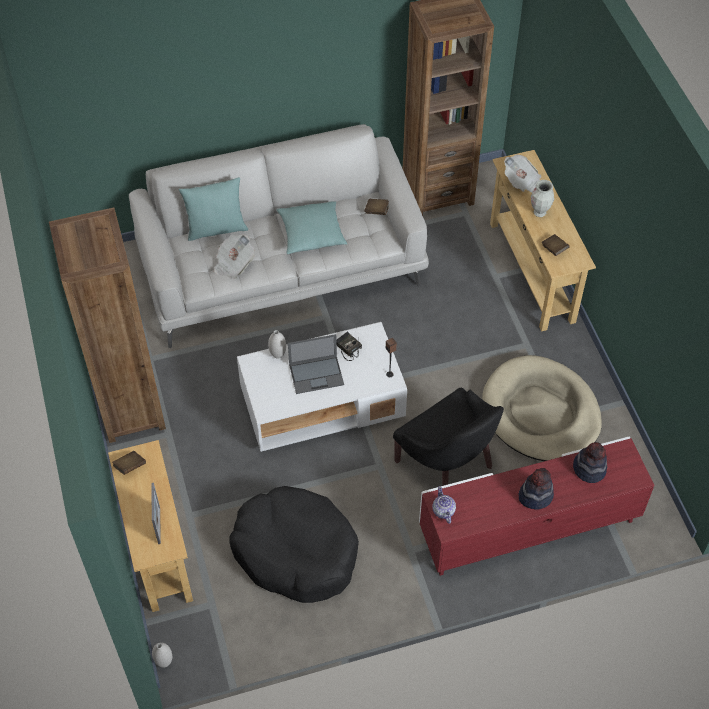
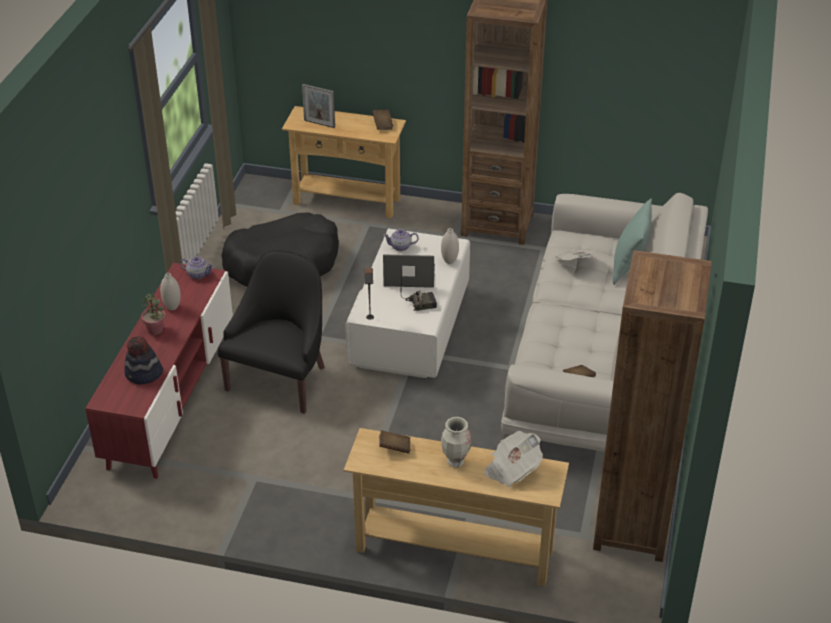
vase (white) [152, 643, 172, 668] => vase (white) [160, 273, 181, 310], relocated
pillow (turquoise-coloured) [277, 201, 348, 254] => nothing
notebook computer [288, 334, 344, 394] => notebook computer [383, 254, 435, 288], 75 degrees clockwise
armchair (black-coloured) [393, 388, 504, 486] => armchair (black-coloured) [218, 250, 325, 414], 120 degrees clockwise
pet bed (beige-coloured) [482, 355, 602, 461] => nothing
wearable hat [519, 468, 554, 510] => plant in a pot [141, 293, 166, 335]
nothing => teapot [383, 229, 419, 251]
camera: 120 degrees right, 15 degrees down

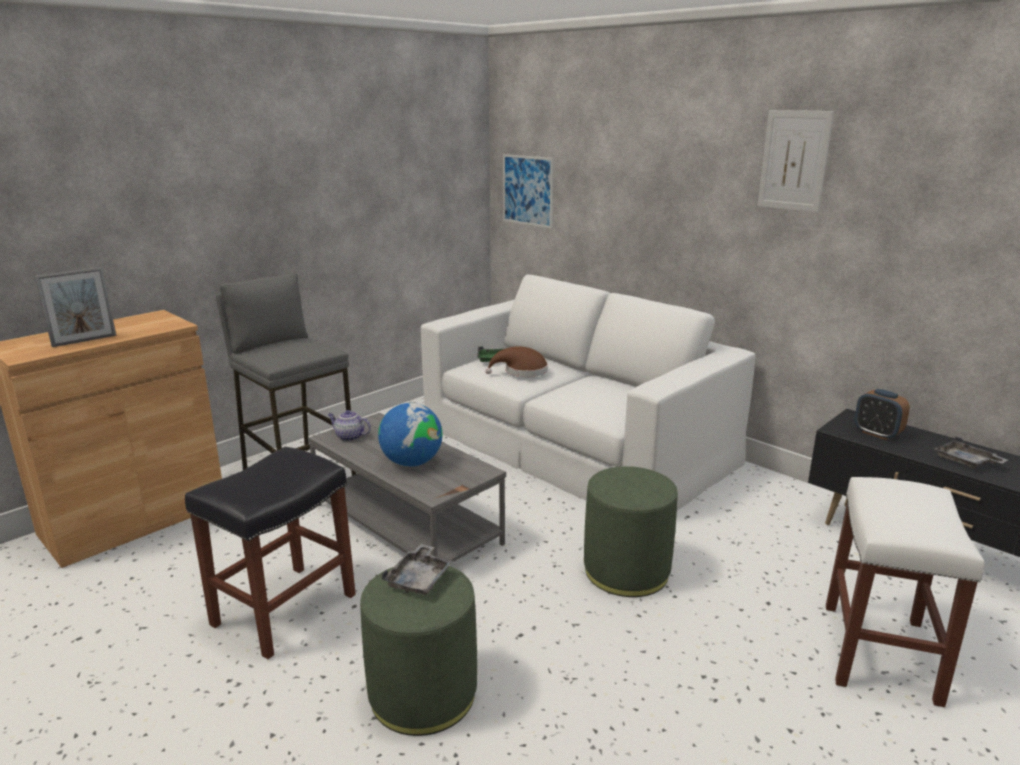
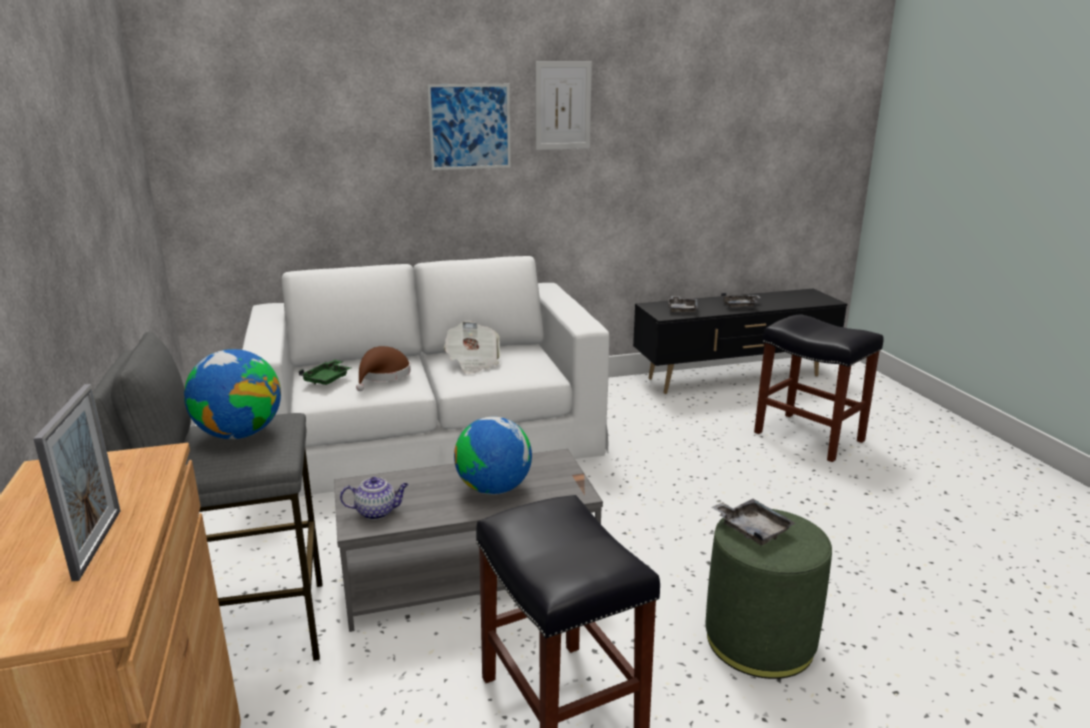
teapot [327, 410, 371, 441] => teapot [340, 477, 409, 520], 150 degrees counterclockwise
picture [503, 154, 554, 228] => picture [427, 84, 511, 170], relocated
ottoman (greenish) [584, 466, 678, 597] => nothing
sitting stool (white) [826, 477, 985, 707] => sitting stool (black-coloured) [754, 314, 883, 462]
bedside clock [855, 389, 910, 440] => tray (greyish) [668, 296, 698, 313]
nothing => desk globe [184, 349, 281, 439]
nothing => printed paper [444, 321, 500, 374]
camera: 60 degrees left, 0 degrees up

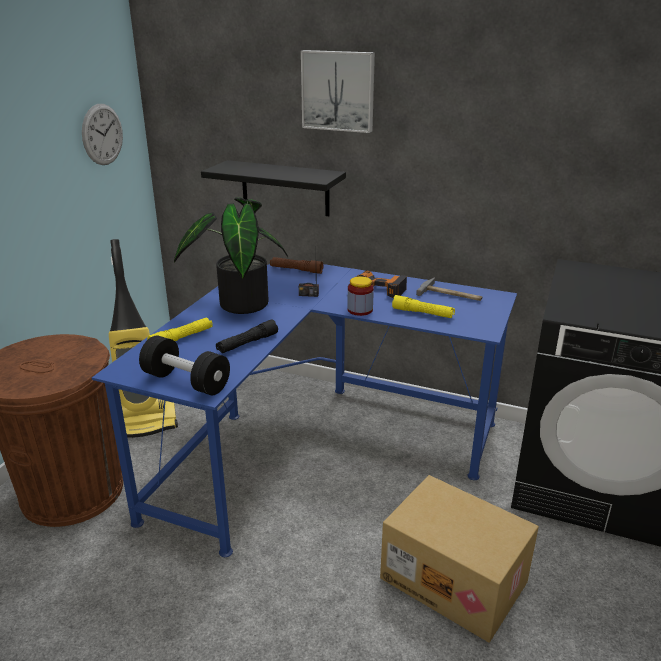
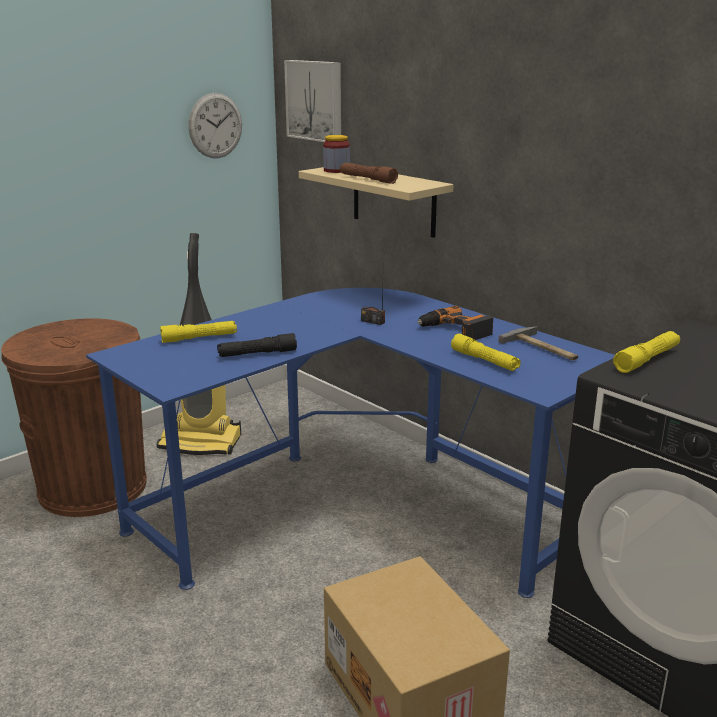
dumbbell (black-coloured) [139, 336, 230, 395] => nothing
plant in a pot [174, 197, 288, 314] => nothing
wall shelf (black-coloured) [201, 160, 346, 216] => wall shelf (beige-coloured) [299, 167, 454, 238]
flashlight (brownish) [270, 257, 324, 274] => flashlight (brownish) [340, 163, 398, 184], relocated
picture [301, 50, 375, 133] => picture [284, 60, 341, 142], relocated
preserve jar [347, 276, 374, 316] => preserve jar [323, 135, 350, 173], relocated
nothing => flashlight (yellow-coloured) [613, 331, 680, 373]
camera: 25 degrees right, 5 degrees down

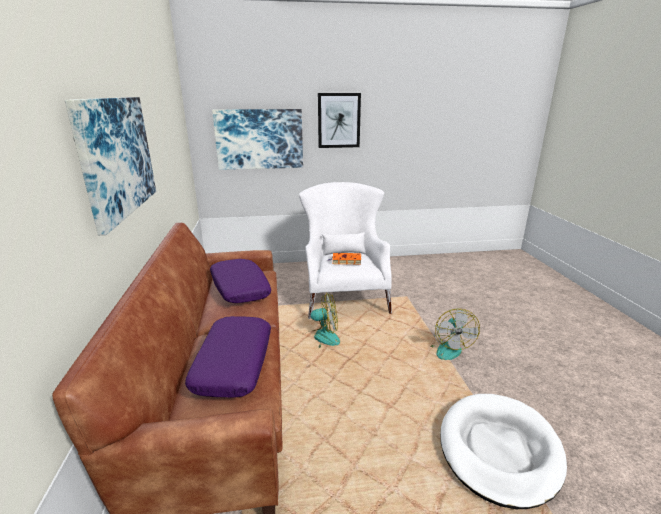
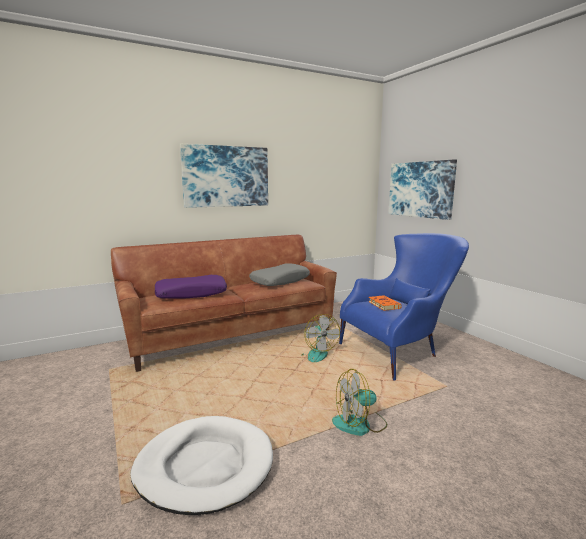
pillow (purple-coloured) [210, 259, 271, 303] => pillow (greyish) [249, 263, 310, 286]
armchair (white) [299, 182, 392, 319] => armchair (bluish) [339, 233, 469, 381]
picture [318, 93, 361, 148] => nothing
camera: 70 degrees right, 10 degrees down

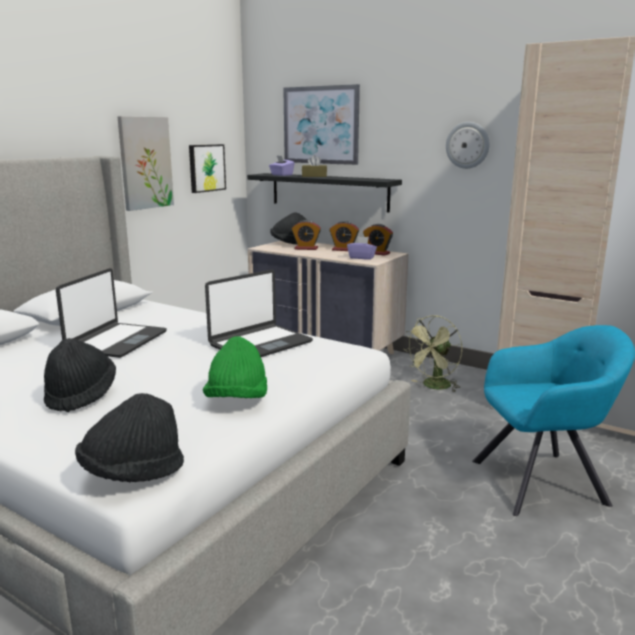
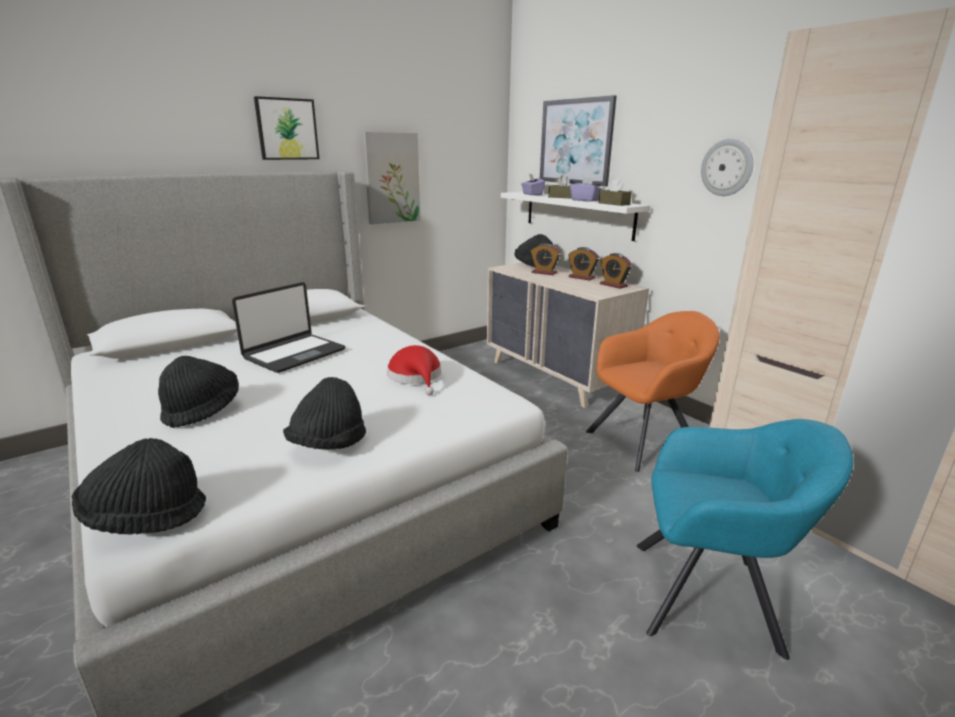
picture [189, 144, 226, 193] => picture [254, 96, 319, 160], relocated
wearable hat (greenish) [203, 336, 267, 398] => wearable hat (black-coloured) [283, 377, 366, 450]
notebook computer [205, 270, 313, 357] => wearable hat (red) [387, 345, 441, 395]
wall shelf (black-coloured) [247, 173, 402, 212] => wall shelf (white) [501, 192, 650, 241]
tissue holder (purple-coloured) [347, 236, 377, 260] => tissue holder (purple-coloured) [570, 177, 602, 202], relocated
cooling fan (greenish) [405, 315, 462, 392] => armchair (orange-coloured) [586, 311, 720, 472]
nothing => tissue holder (brownish) [599, 178, 632, 206]
camera: 20 degrees right, 5 degrees up

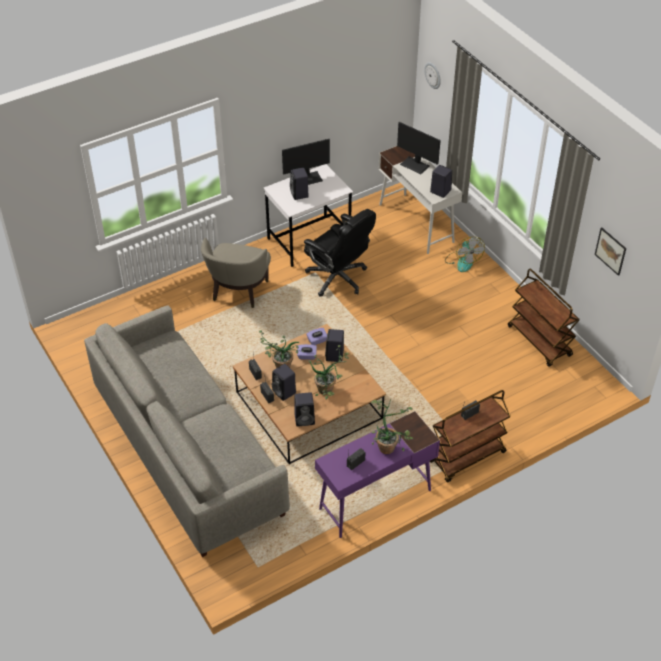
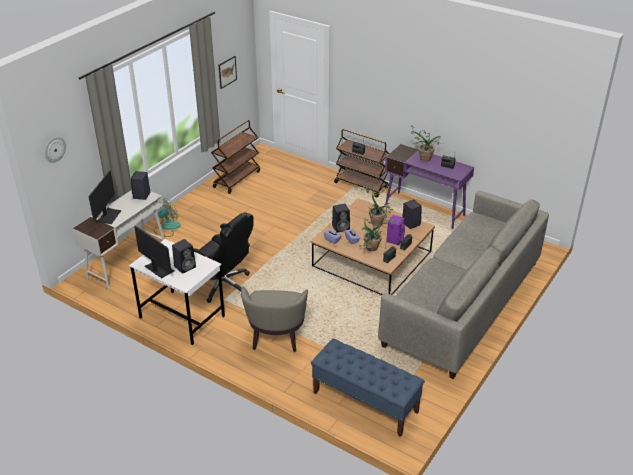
armchair (beige-coloured) [201, 238, 271, 308] => armchair (beige-coloured) [241, 286, 308, 352], 105 degrees clockwise
speaker (black-coloured) [272, 364, 296, 401] => speaker (purple-coloured) [386, 215, 405, 245]
computer chair (black-coloured) [304, 209, 376, 296] => computer chair (black-coloured) [193, 212, 254, 303], 105 degrees clockwise
nothing => long seat (bluish) [311, 338, 425, 437]
camera: 115 degrees left, 10 degrees down

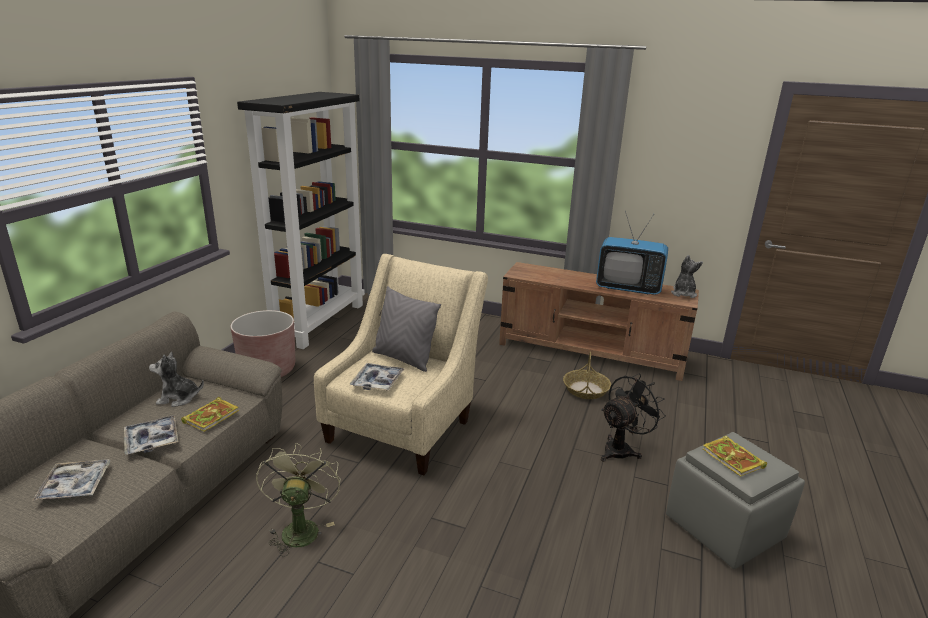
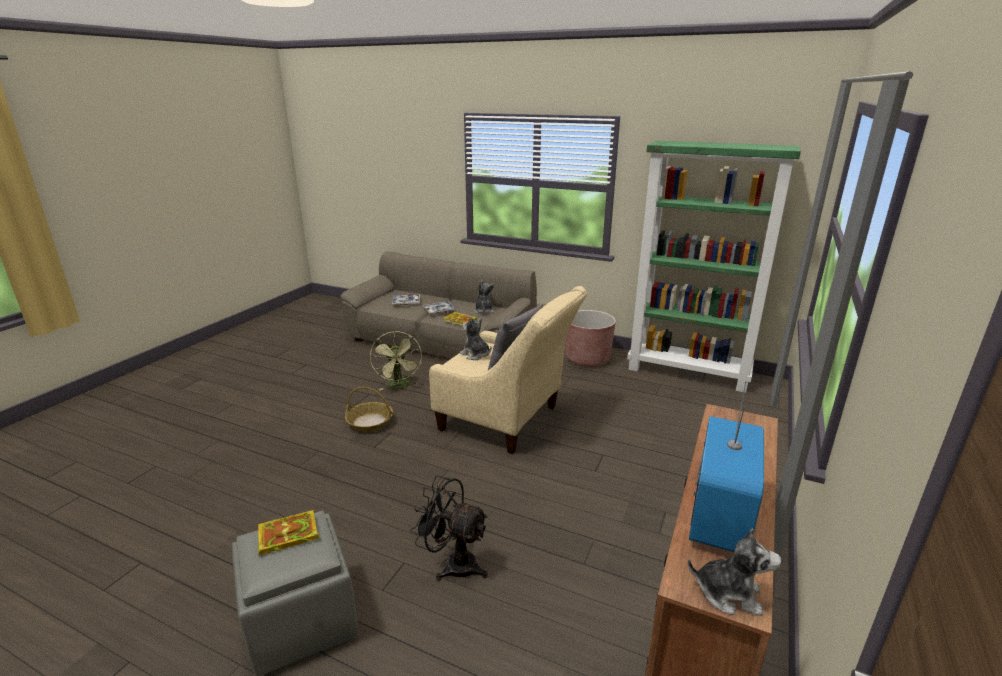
bookshelf (black-coloured) [237, 92, 365, 349] => bookshelf (greenish) [627, 141, 801, 393]
cooling fan (greenish) [256, 443, 340, 556] => cooling fan (greenish) [370, 331, 422, 390], 75 degrees clockwise
tray [350, 363, 404, 391] => cuddly toy [460, 317, 492, 360]
storage basket [563, 352, 611, 399] => storage basket [345, 387, 393, 432], relocated
cooling fan (black-coloured) [601, 374, 666, 462] => cooling fan (black-coloured) [410, 476, 488, 581], 150 degrees clockwise
camera: 95 degrees right, 0 degrees up

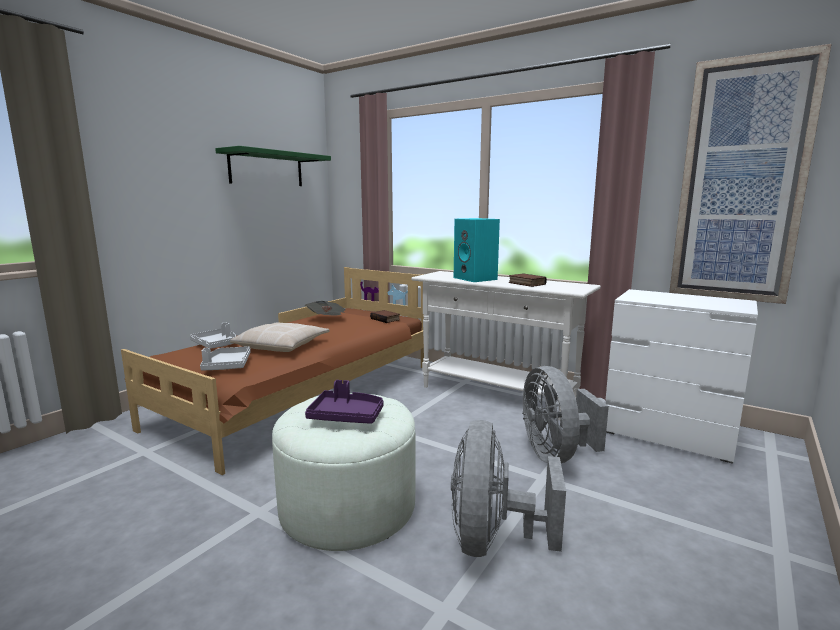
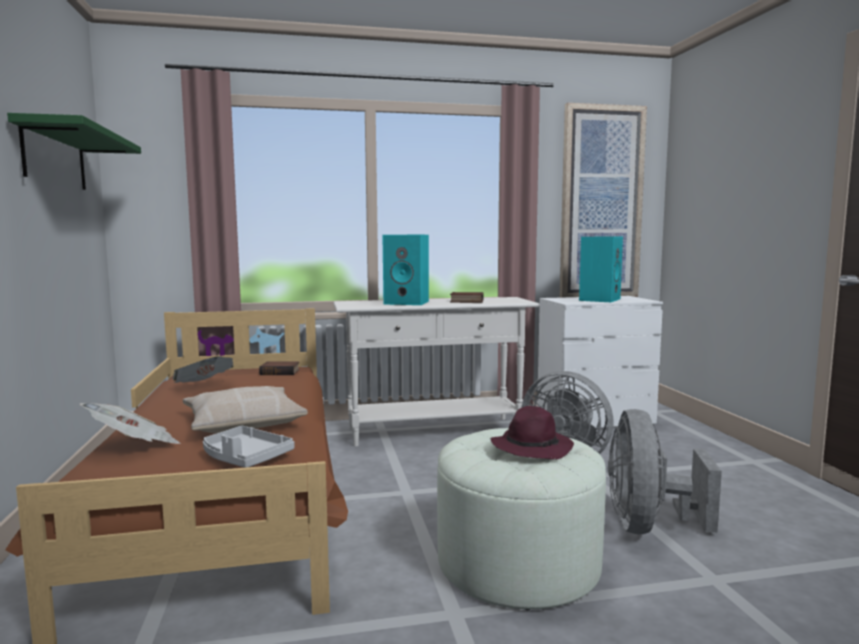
tray (greyish) [190, 322, 236, 349] => printed paper [79, 403, 181, 444]
tray (purple-coloured) [305, 380, 384, 424] => wearable hat (purple-coloured) [491, 406, 574, 460]
cooling fan (greyish) [451, 420, 566, 557] => cooling fan (greyish) [608, 409, 722, 534], 45 degrees clockwise
nothing => speaker (turquoise-coloured) [579, 237, 623, 302]
camera: 45 degrees left, 5 degrees down

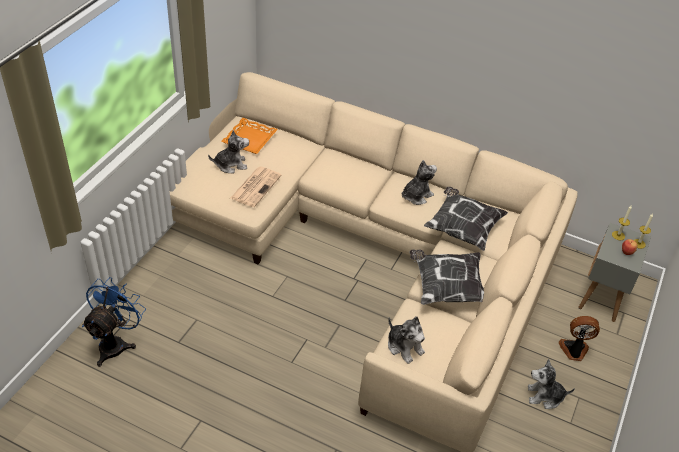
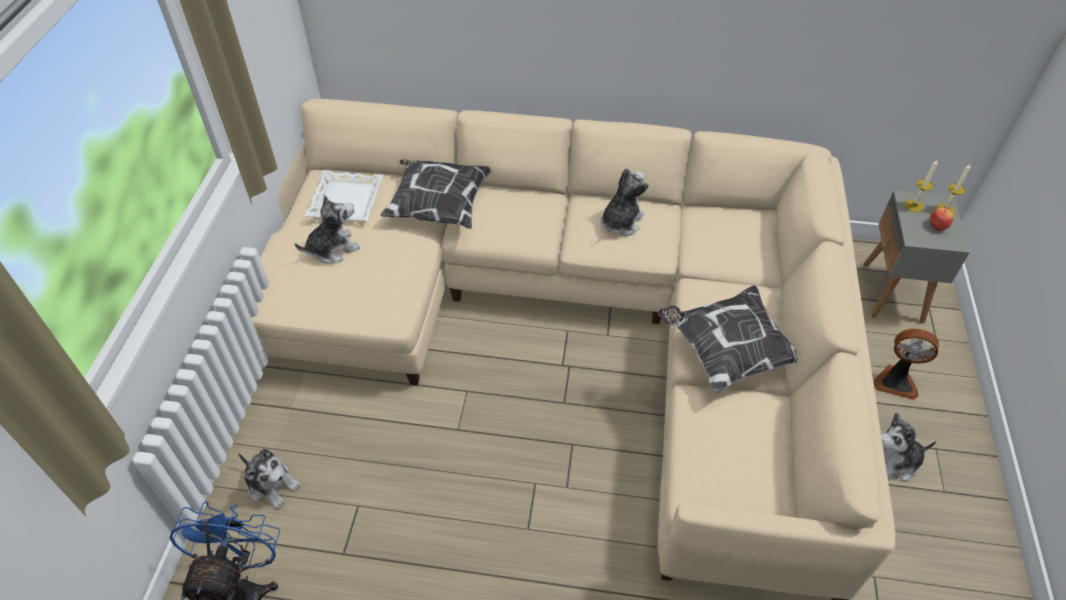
tray (orange-coloured) [221, 118, 278, 154] => tray (white) [305, 170, 383, 221]
printed paper [231, 167, 281, 207] => nothing
cuddly toy [388, 316, 425, 364] => cuddly toy [238, 449, 301, 509], relocated
pillow [424, 187, 508, 251] => pillow [380, 159, 491, 229], relocated
cooling fan [559, 316, 600, 361] => cooling fan [874, 329, 939, 400], 150 degrees counterclockwise
camera: 15 degrees left, 5 degrees up

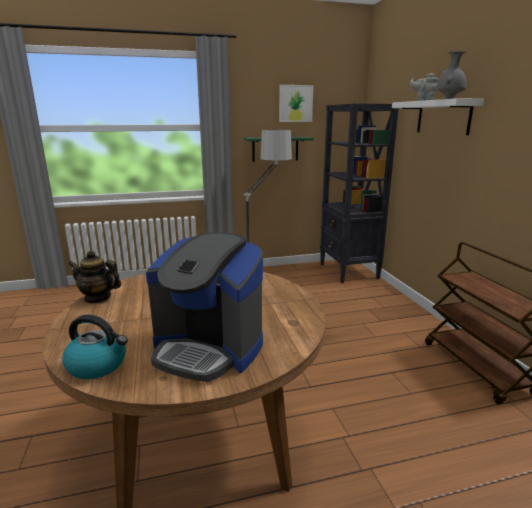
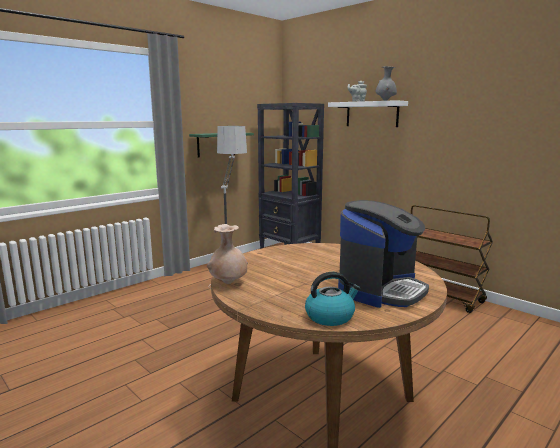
teapot [68, 250, 121, 304] => vase (beige-coloured) [207, 224, 248, 284]
coffee machine [146, 232, 263, 382] => coffee machine [338, 200, 429, 308], 45 degrees counterclockwise
picture [279, 85, 313, 122] => nothing
camera: 30 degrees left, 5 degrees down

